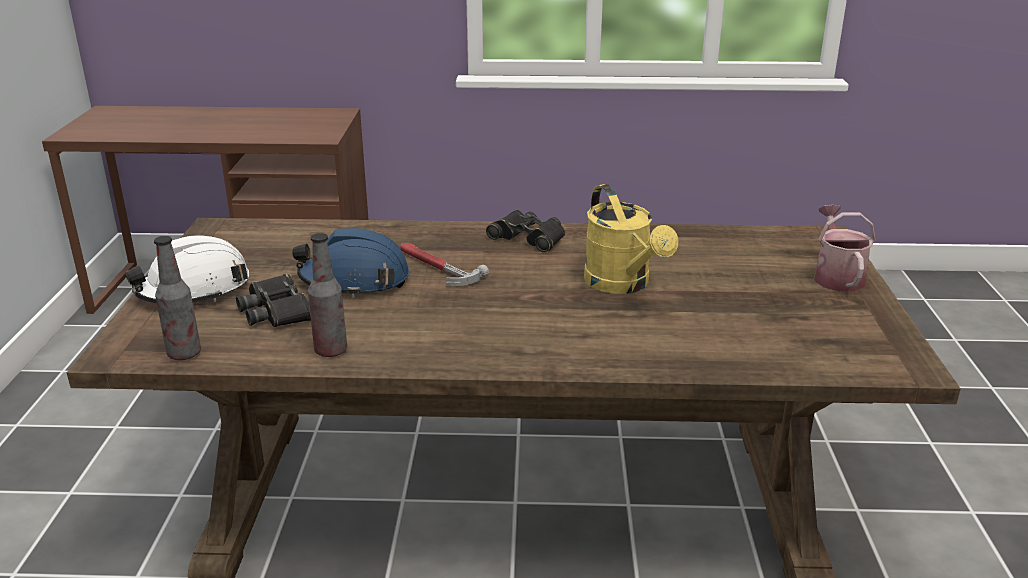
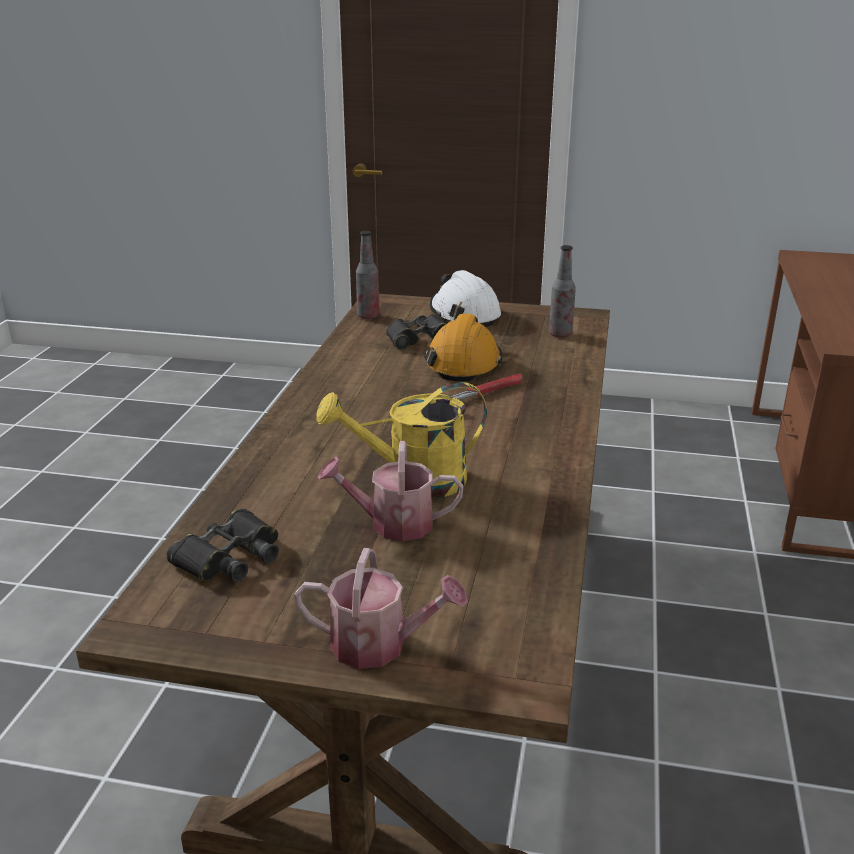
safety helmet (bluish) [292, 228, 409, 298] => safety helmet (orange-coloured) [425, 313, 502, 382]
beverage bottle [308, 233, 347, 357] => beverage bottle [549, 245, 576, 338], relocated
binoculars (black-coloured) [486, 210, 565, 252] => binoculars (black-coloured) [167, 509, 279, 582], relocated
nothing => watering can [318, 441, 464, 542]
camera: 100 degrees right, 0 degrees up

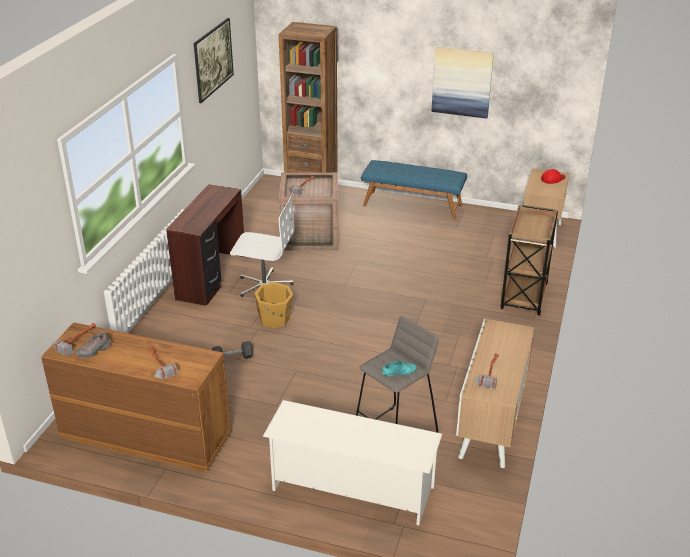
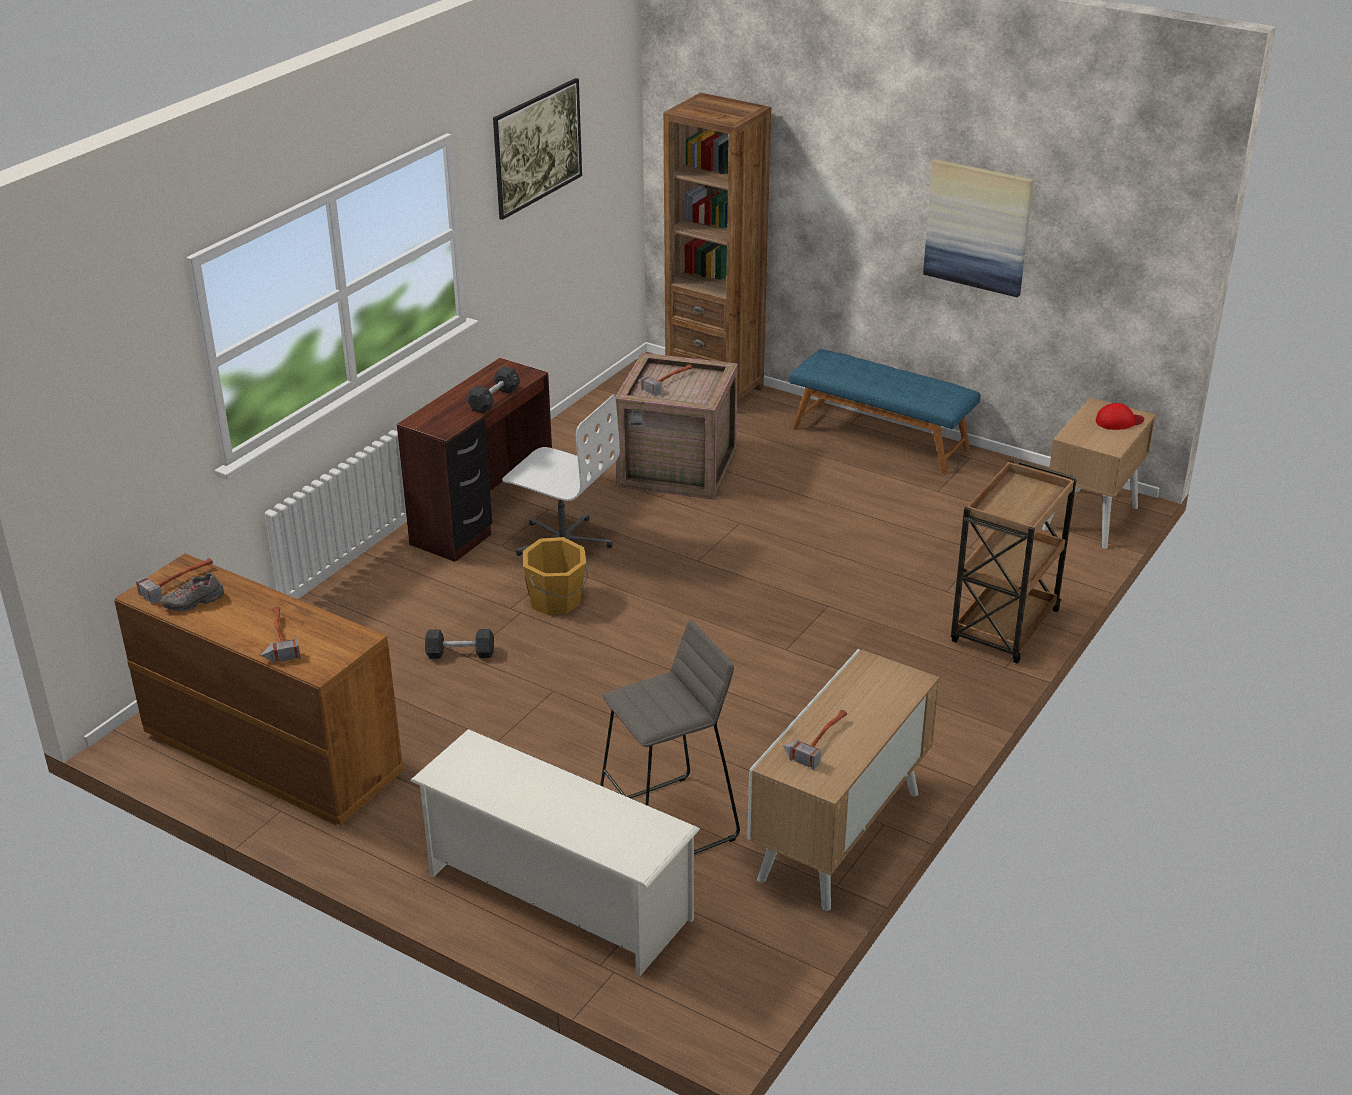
shoe (turquoise-coloured) [382, 360, 417, 376] => nothing
nothing => dumbbell (black-coloured) [466, 366, 521, 413]
camera: 15 degrees right, 0 degrees up

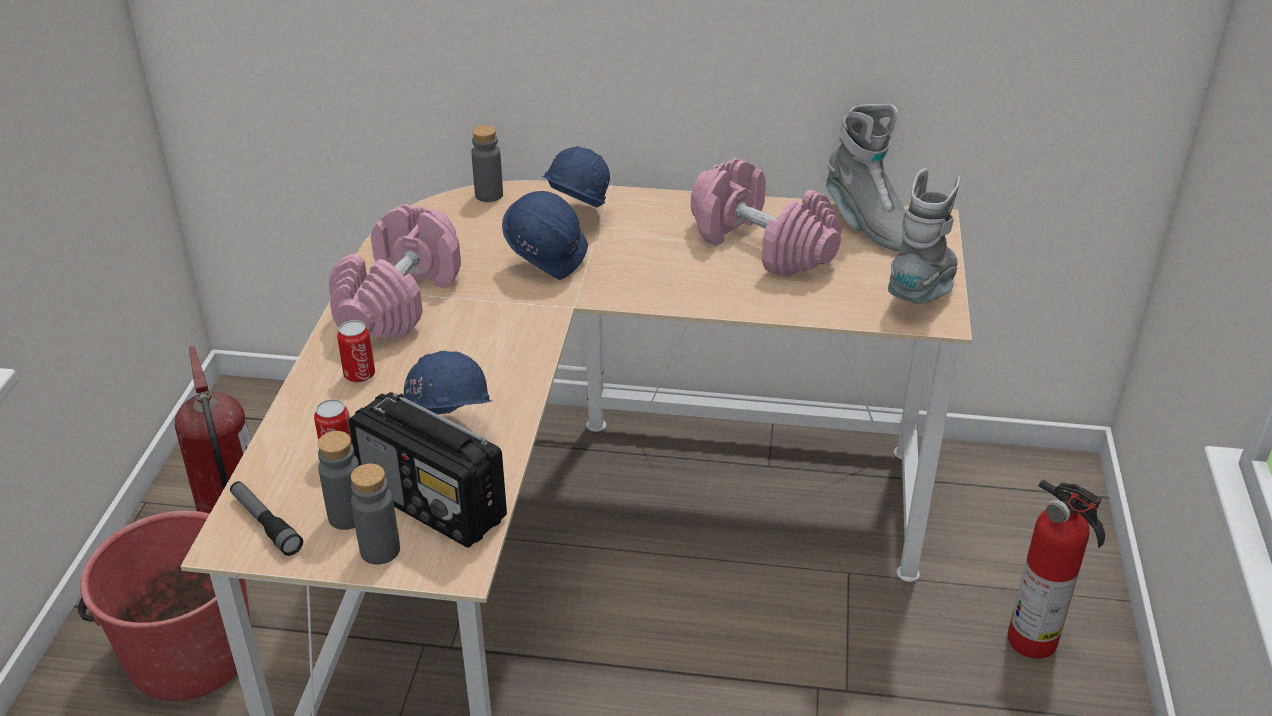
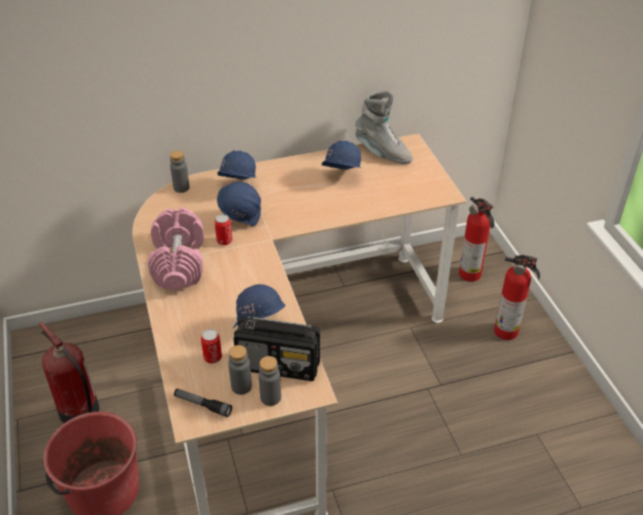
sealed can [337, 320, 375, 382] => sealed can [215, 214, 232, 245], relocated
dumbbell (pinkish) [691, 158, 841, 278] => safety helmet (bluish) [322, 141, 361, 170]
boot (greyish) [888, 168, 960, 304] => nothing
nothing => fire extinguisher [459, 197, 494, 282]
camera: 25 degrees left, 5 degrees up

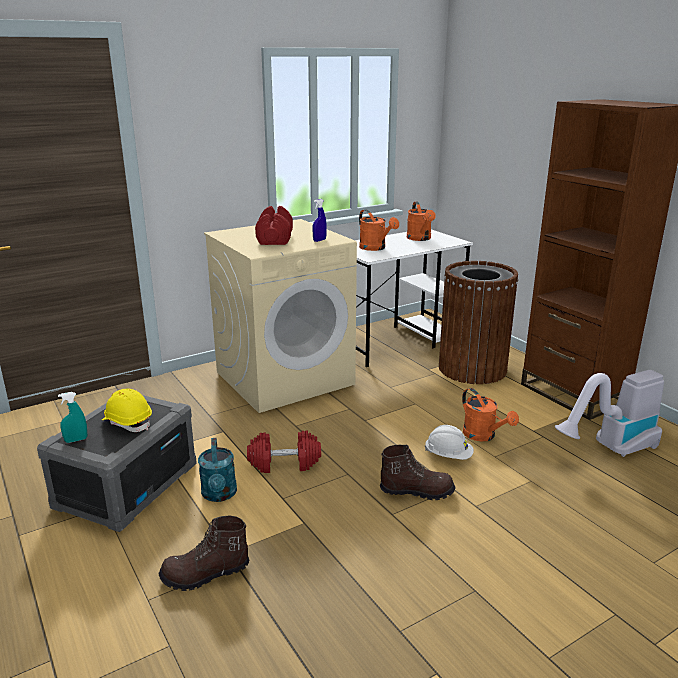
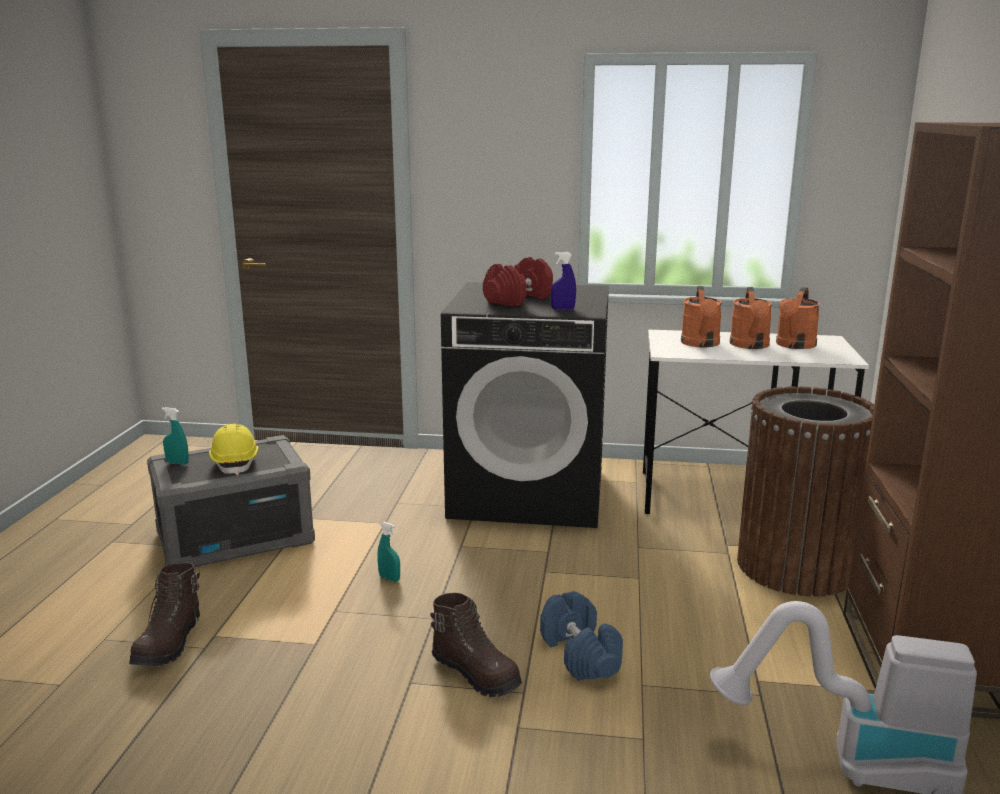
boot (brownish) [159, 515, 249, 591] => boot (brownish) [129, 563, 200, 666], 105 degrees counterclockwise
watering can (turquoise-coloured) [198, 438, 237, 502] => nothing
laundry machine (beige-coloured) [204, 219, 357, 413] => laundry machine (black-coloured) [441, 282, 609, 528]
dumbbell (red) [247, 430, 321, 473] => sprayer (turquoise-coloured) [378, 522, 400, 582]
safety helmet (white) [424, 425, 474, 460] => dumbbell (bluish) [540, 591, 623, 681]
watering can (orange-coloured) [462, 388, 519, 441] => watering can (orange-coloured) [729, 287, 773, 349], relocated
camera: 40 degrees right, 5 degrees down

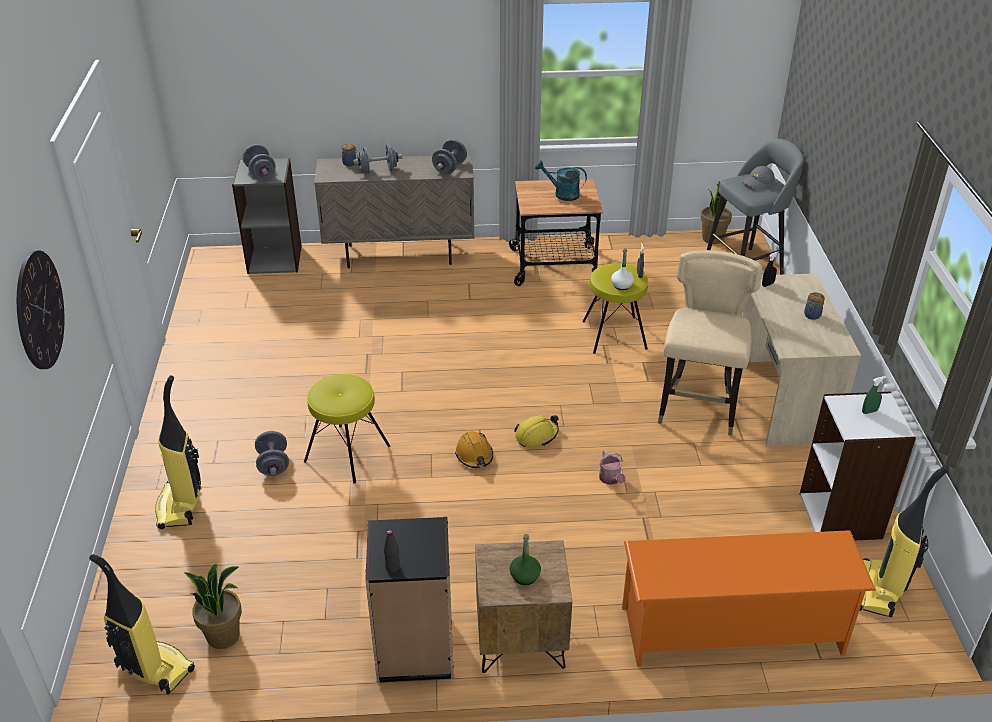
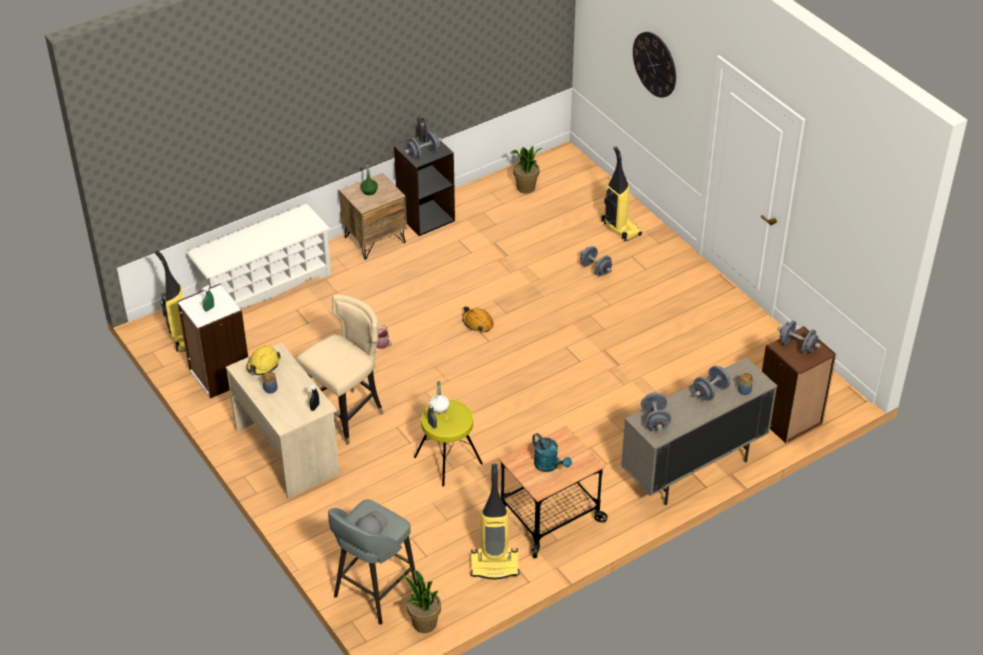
vacuum cleaner [89, 554, 195, 695] => vacuum cleaner [471, 464, 520, 579], relocated
bookshelf (greyish) [232, 158, 302, 274] => bookshelf (brownish) [762, 326, 836, 443]
sitting stool (yellow-coloured) [304, 374, 390, 484] => nothing
safety helmet (yellow-coloured) [514, 415, 559, 447] => safety helmet (yellow-coloured) [247, 346, 281, 375], relocated
watering can (turquoise-coloured) [535, 160, 587, 201] => watering can (turquoise-coloured) [532, 433, 572, 472], 60 degrees clockwise
shoe stand (orange-coloured) [622, 530, 876, 667] => shoe stand (white) [186, 204, 331, 308]
upright chair (beige-coloured) [658, 250, 762, 436] => upright chair (beige-coloured) [296, 295, 384, 445], 120 degrees counterclockwise
nothing => dumbbell (greyish) [404, 132, 442, 160]
camera: 150 degrees right, 5 degrees up

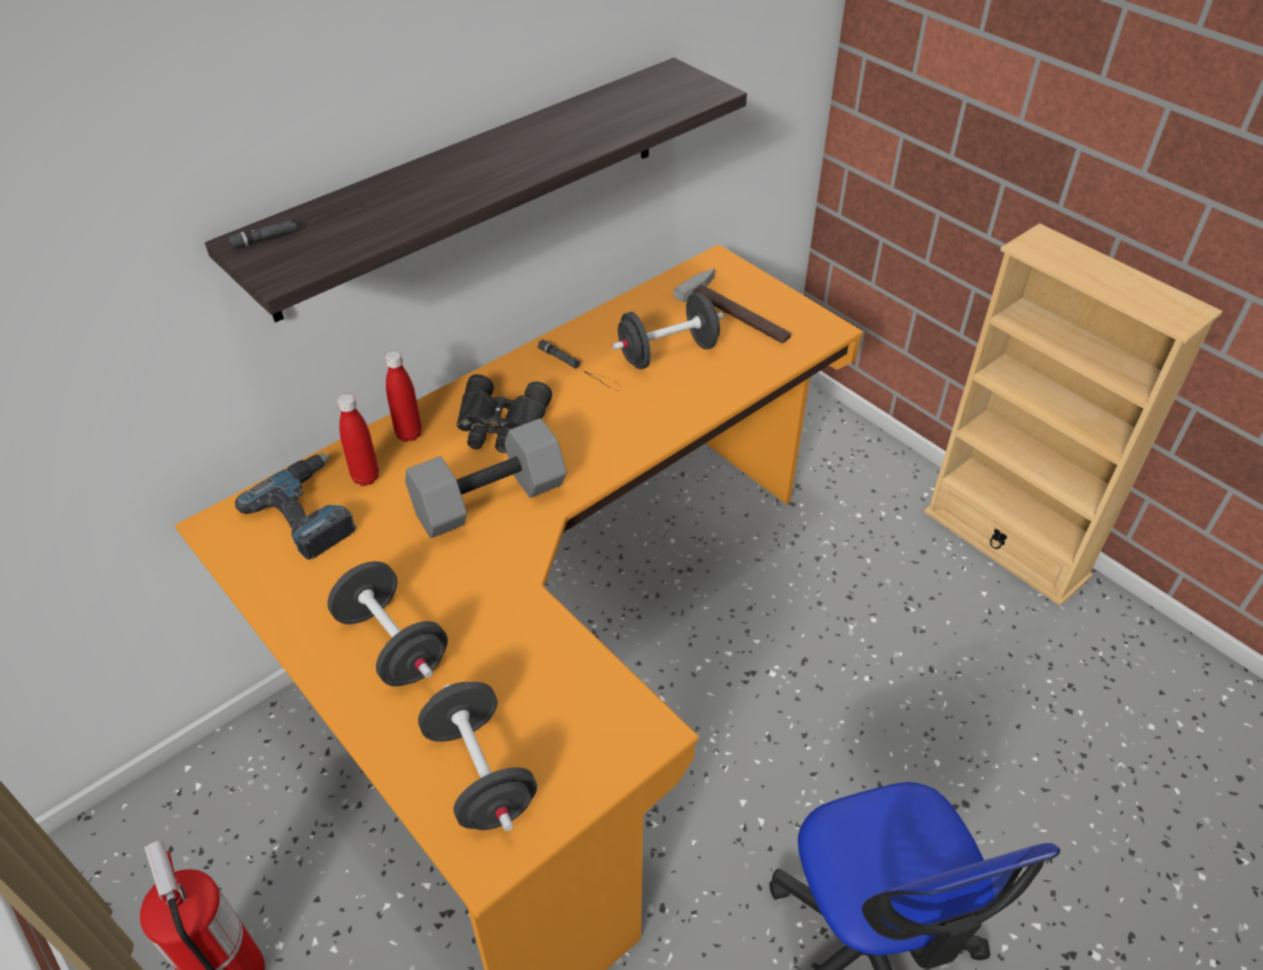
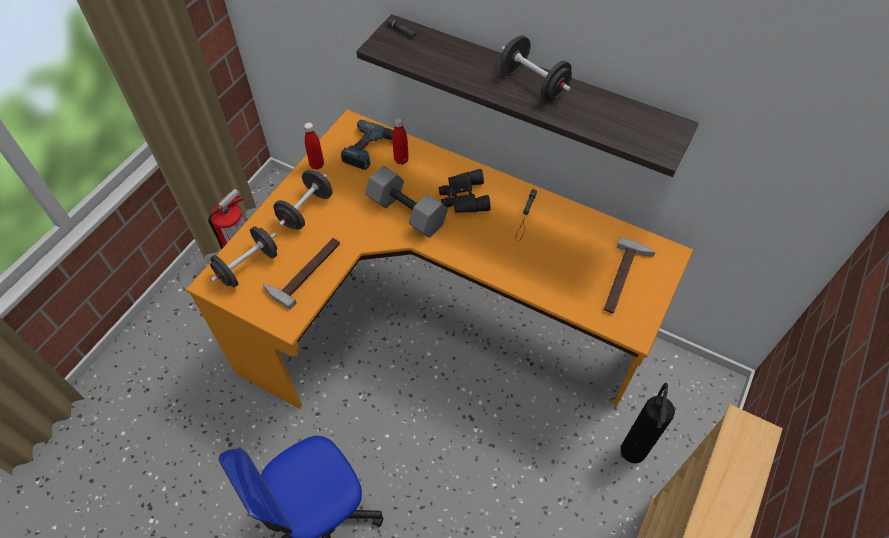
beverage bottle (red) [384, 350, 422, 442] => beverage bottle (red) [304, 122, 324, 170], relocated
dumbbell (black-coloured) [612, 293, 723, 369] => dumbbell (black-coloured) [500, 35, 572, 101], relocated
nothing => hammer [263, 238, 340, 310]
nothing => fire extinguisher [621, 383, 676, 463]
camera: 70 degrees right, 10 degrees up

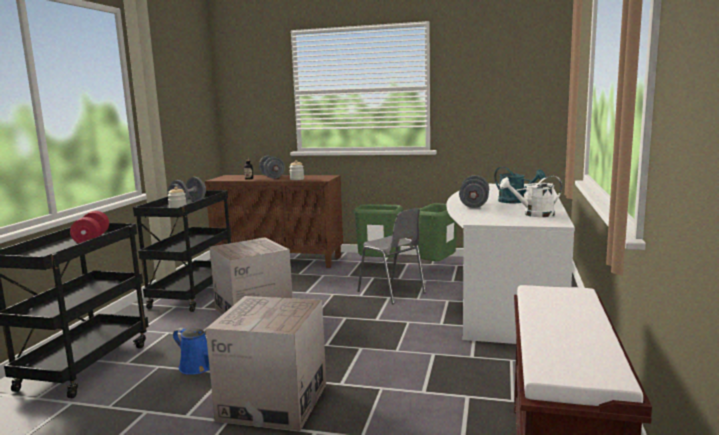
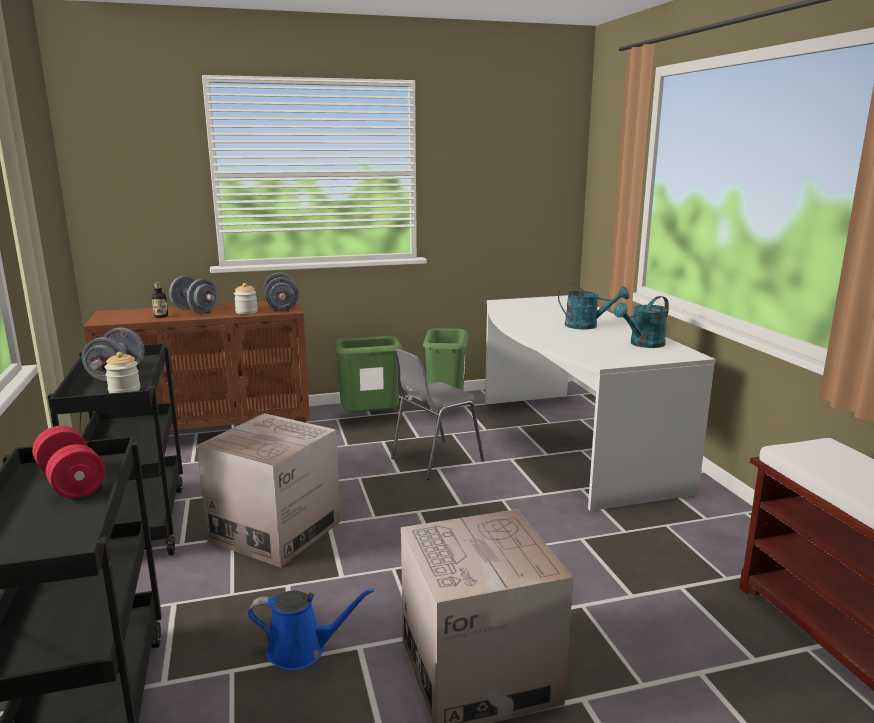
upright chair (greyish) [357, 208, 426, 304] => upright chair (greyish) [391, 349, 484, 480], 120 degrees clockwise
dumbbell (greyish) [459, 175, 489, 208] => dumbbell (greyish) [264, 273, 299, 311], relocated
watering can (white) [500, 176, 562, 217] => watering can (turquoise-coloured) [613, 296, 669, 348]
camera: 30 degrees left, 5 degrees up

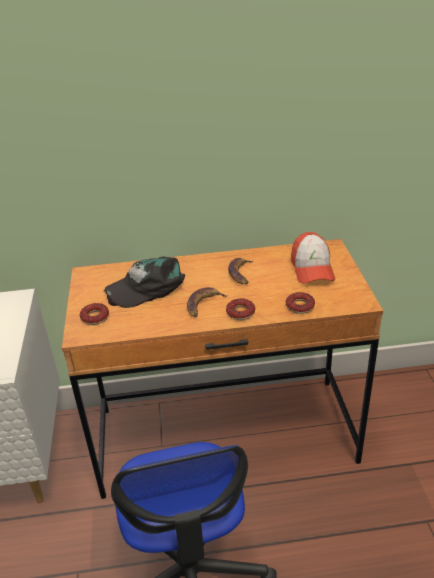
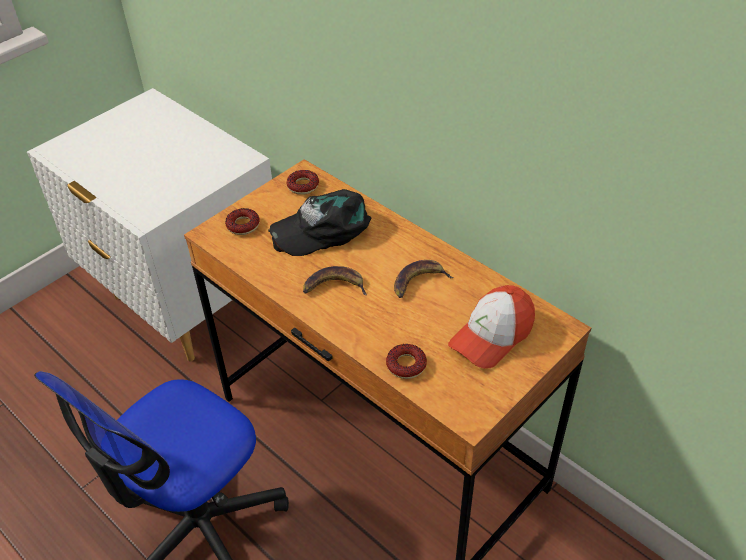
cap (black-coloured) [104, 257, 185, 308] => cap (black-coloured) [268, 189, 371, 256], 45 degrees counterclockwise
doughnut [226, 298, 255, 320] => doughnut [287, 170, 319, 195], relocated
camera: 50 degrees right, 10 degrees up

